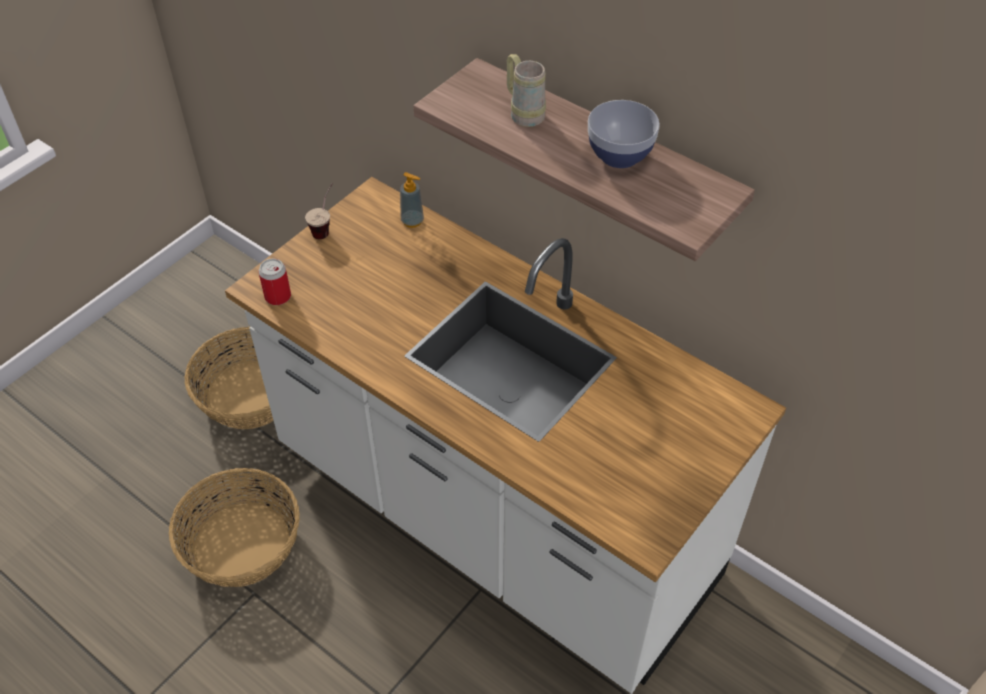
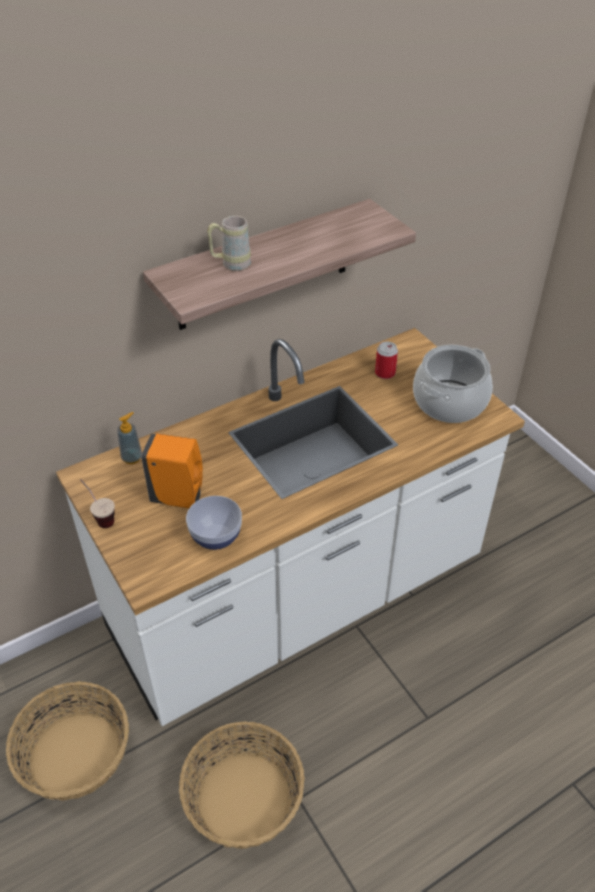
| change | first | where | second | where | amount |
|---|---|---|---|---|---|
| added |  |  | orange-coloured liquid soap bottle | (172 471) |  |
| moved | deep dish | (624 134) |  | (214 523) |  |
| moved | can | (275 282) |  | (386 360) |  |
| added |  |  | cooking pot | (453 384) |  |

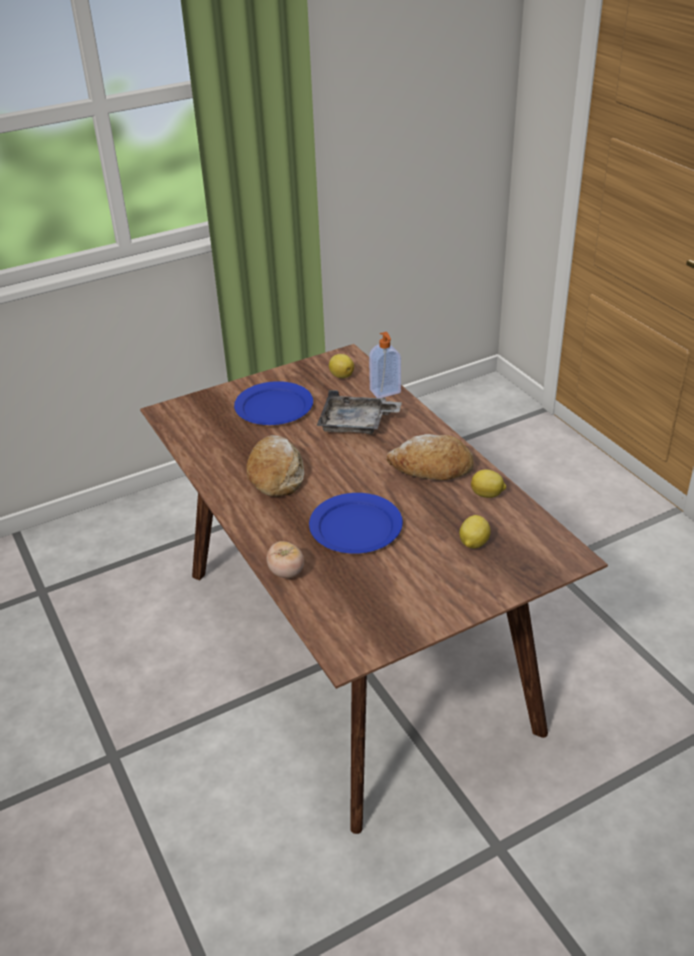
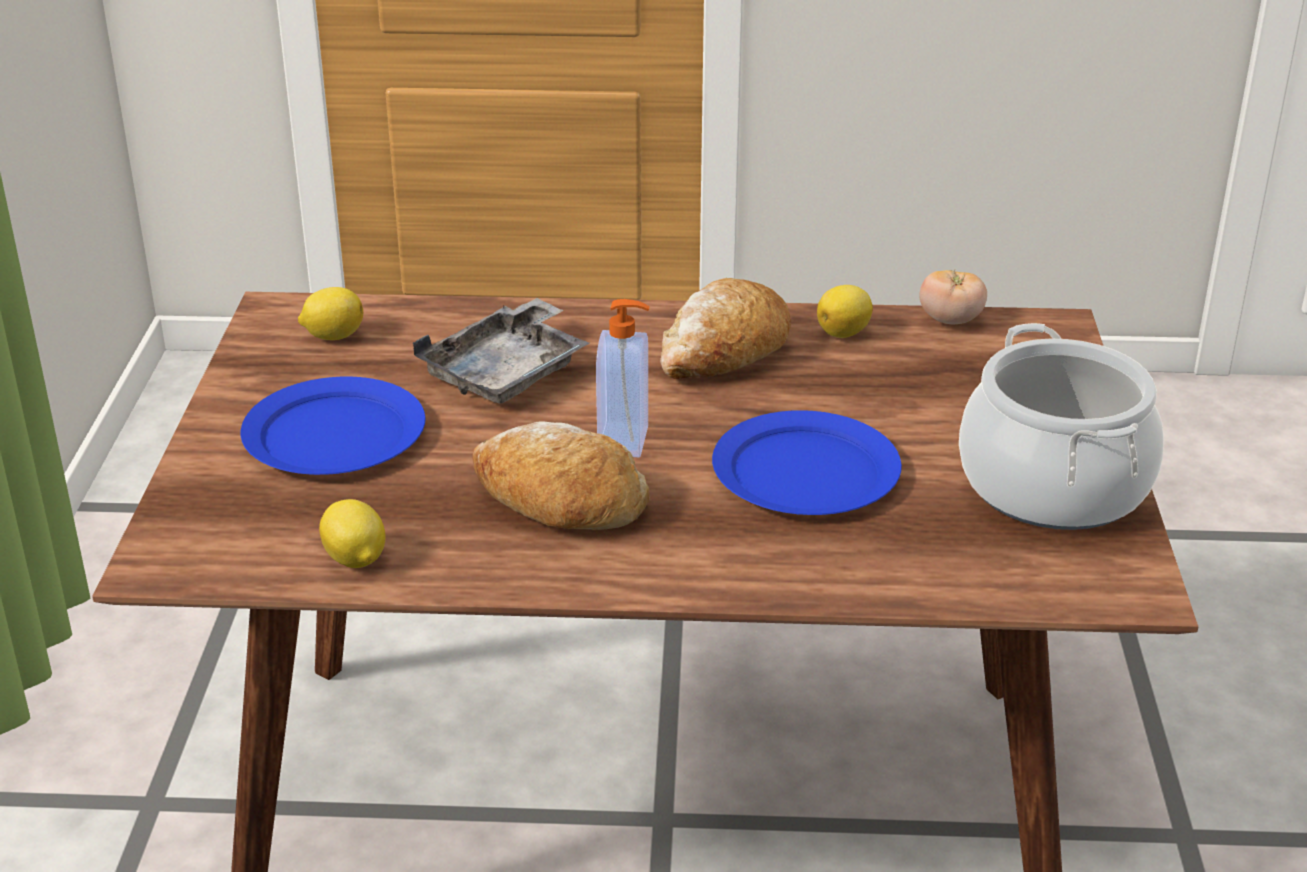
| change | first | where | second | where | amount |
|---|---|---|---|---|---|
| moved | lemon | (475 531) |  | (352 533) |  |
| moved | liquid soap bottle | (385 365) |  | (623 378) |  |
| moved | tomato | (285 559) |  | (953 297) |  |
| added |  |  | cooking pot | (1061 426) |  |

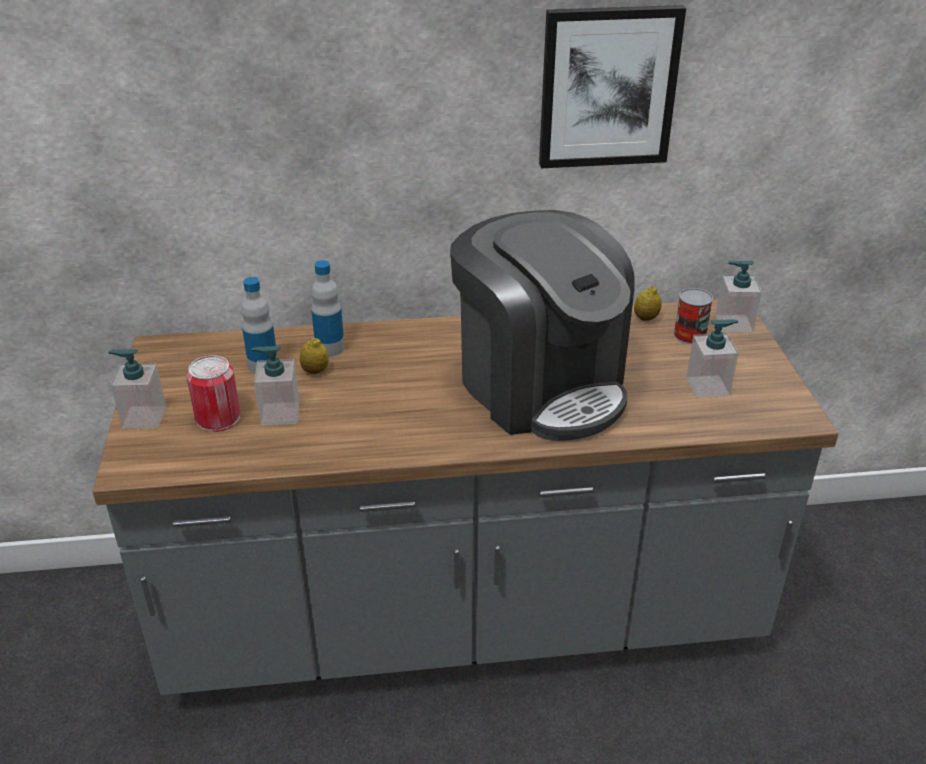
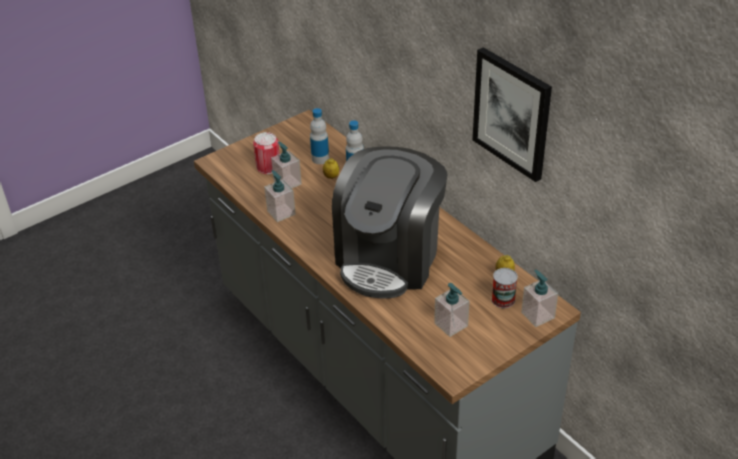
| change | first | where | second | where | amount |
|---|---|---|---|---|---|
| moved | liquid soap bottle | (137 389) |  | (280 196) |  |

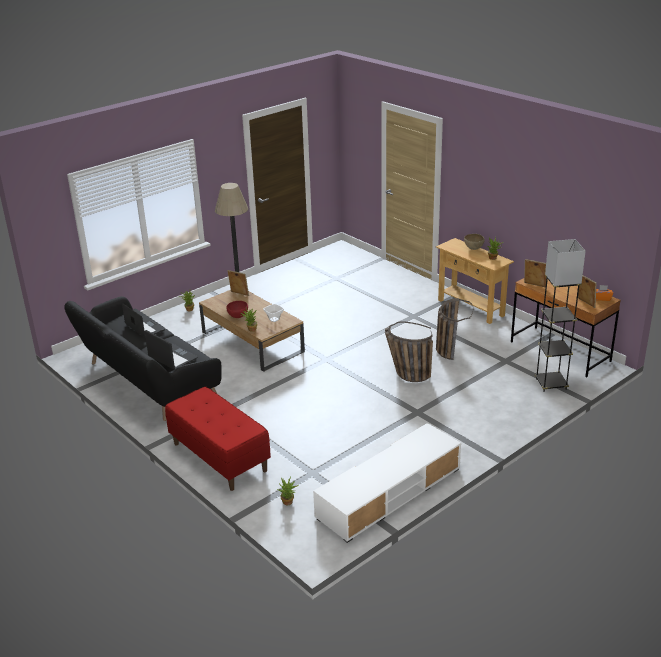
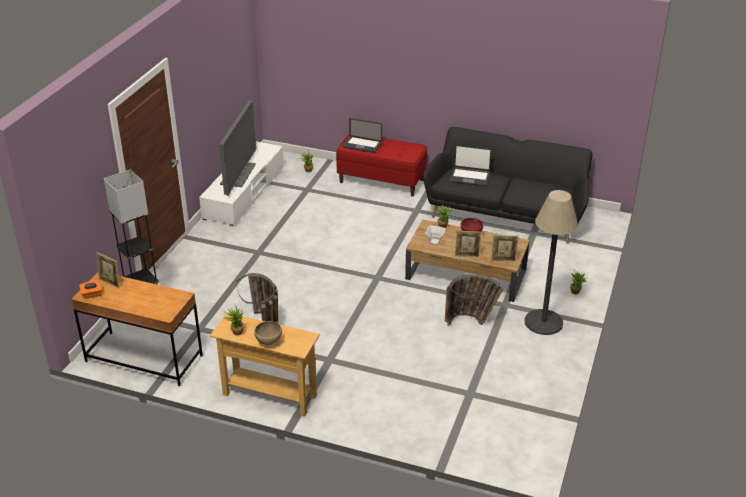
| change | first | where | second | where | amount |
|---|---|---|---|---|---|
| added |  |  | television | (238 148) |  |
| moved | laptop | (143 320) |  | (362 135) |  |
| moved | storage basket | (409 351) |  | (474 300) |  |
| moved | standing frame | (535 273) |  | (468 244) |  |

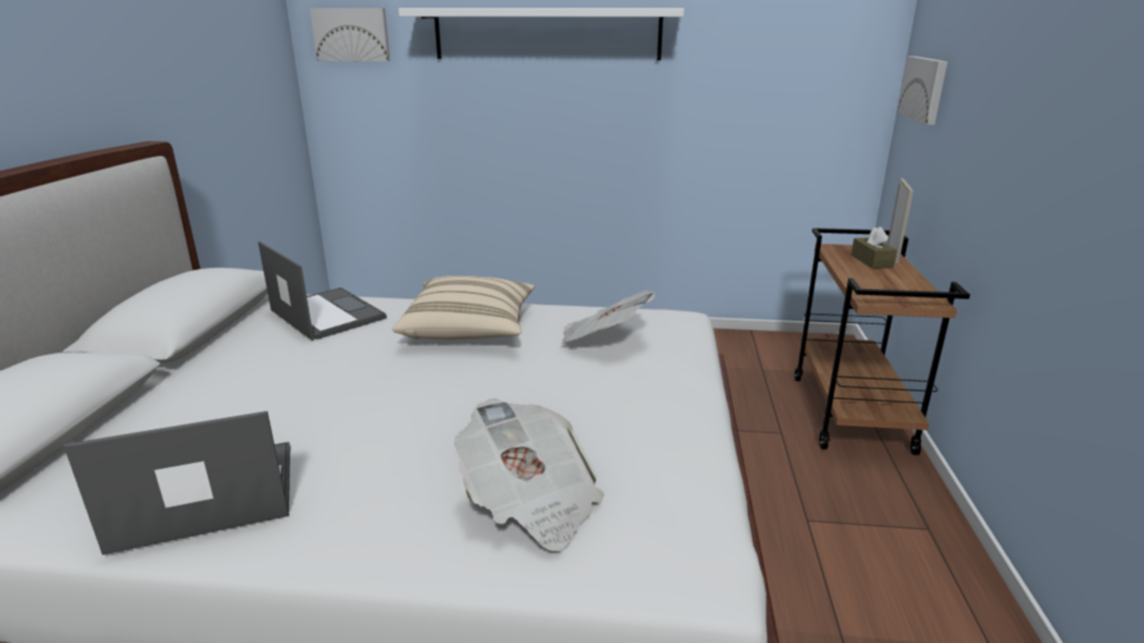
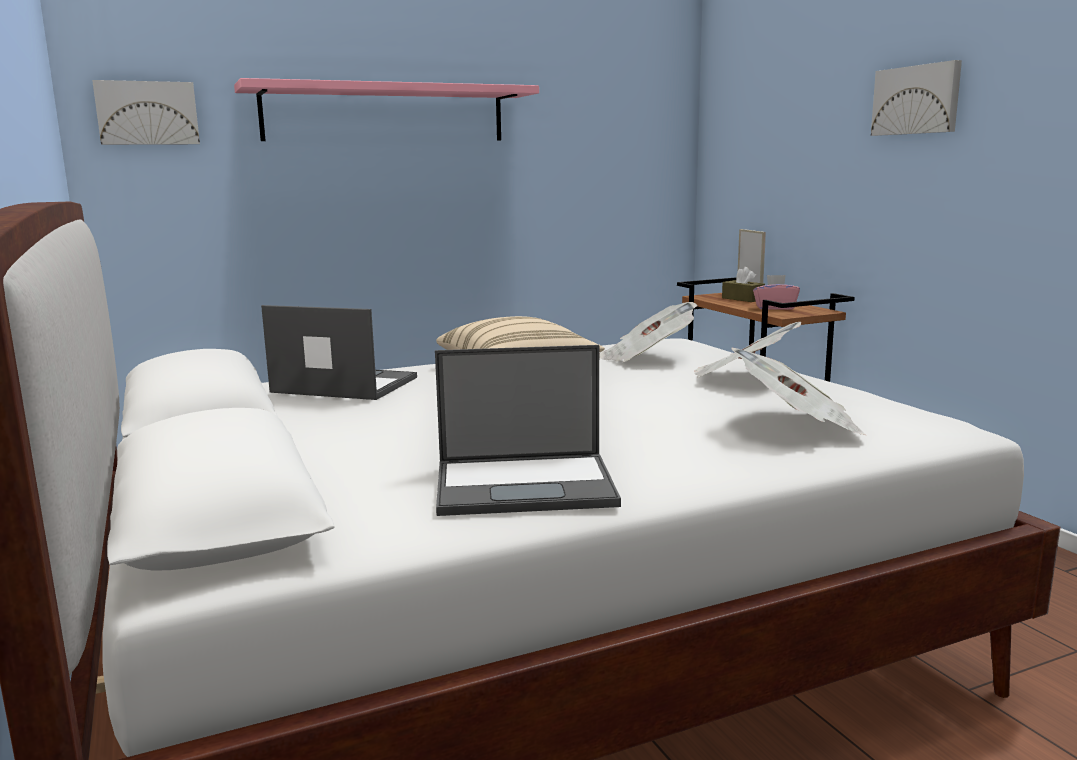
| change | first | where | second | where | amount |
|---|---|---|---|---|---|
| recoloured | white-coloured bracket shelf | (541 34) | pink-coloured bracket shelf | (386 109) |  |
| turned | laptop | (177 483) |  | (528 430) | 135 degrees counterclockwise |
| added |  |  | daily paper | (747 350) |  |
| added |  |  | pink-coloured tissue holder | (776 292) |  |
| moved | wall art | (922 90) |  | (916 98) |  |

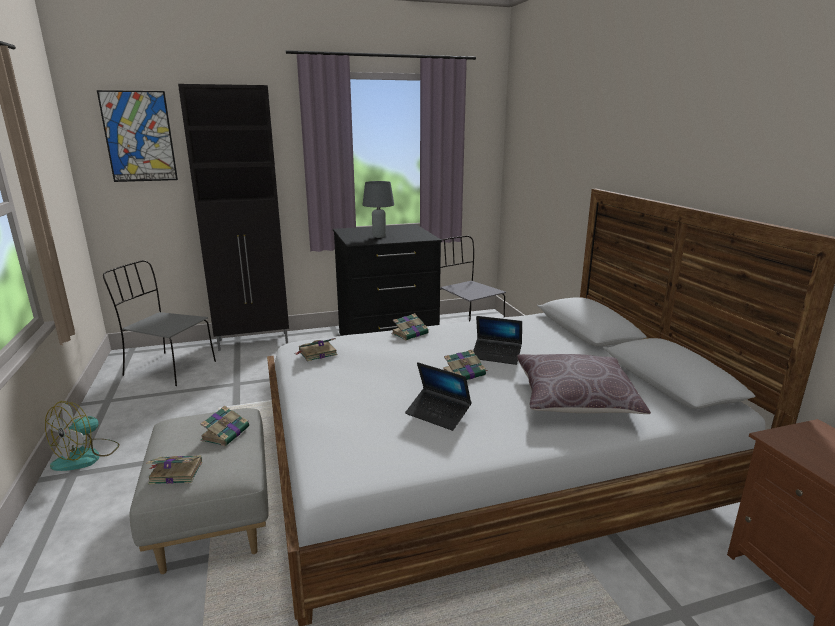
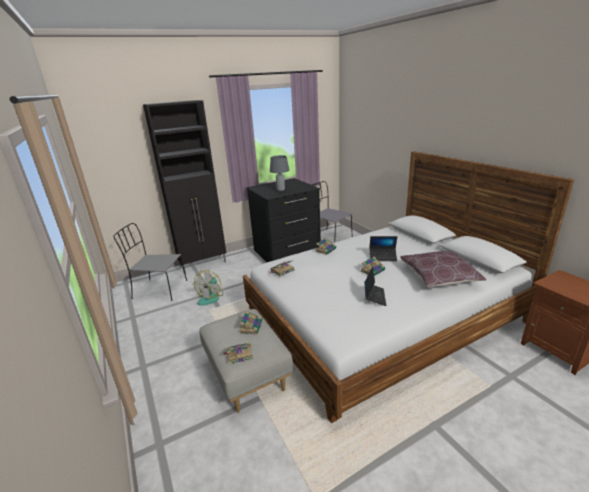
| change | first | where | second | where | amount |
|---|---|---|---|---|---|
| moved | cooling fan | (82 436) |  | (208 288) |  |
| turned | laptop | (438 396) |  | (375 286) | 105 degrees counterclockwise |
| removed | wall art | (137 136) |  |  |  |

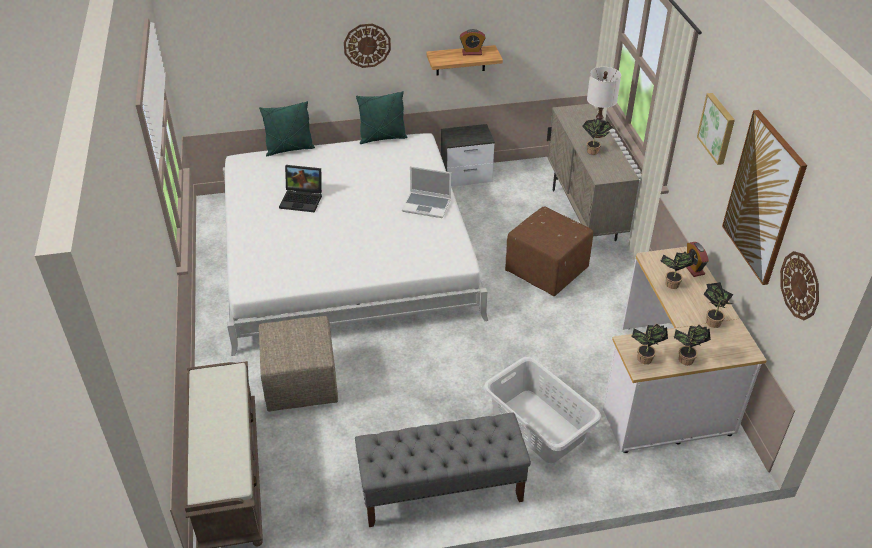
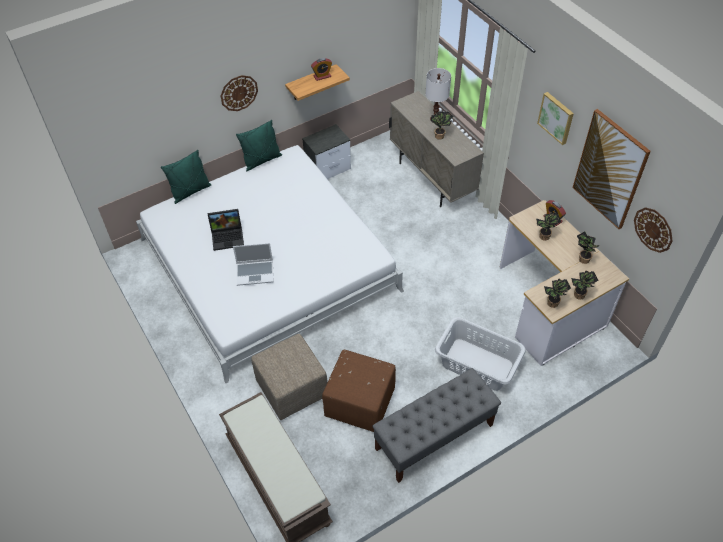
| change | first | where | second | where | amount |
|---|---|---|---|---|---|
| moved | laptop | (426 192) |  | (253 264) |  |
| moved | brown ottoman | (549 251) |  | (359 390) |  |

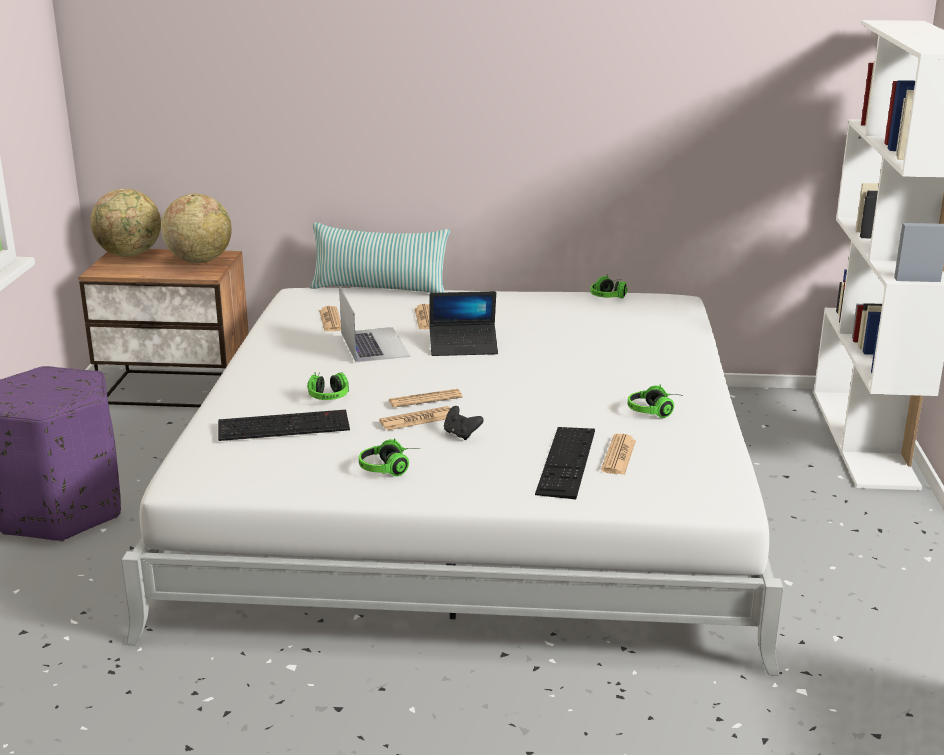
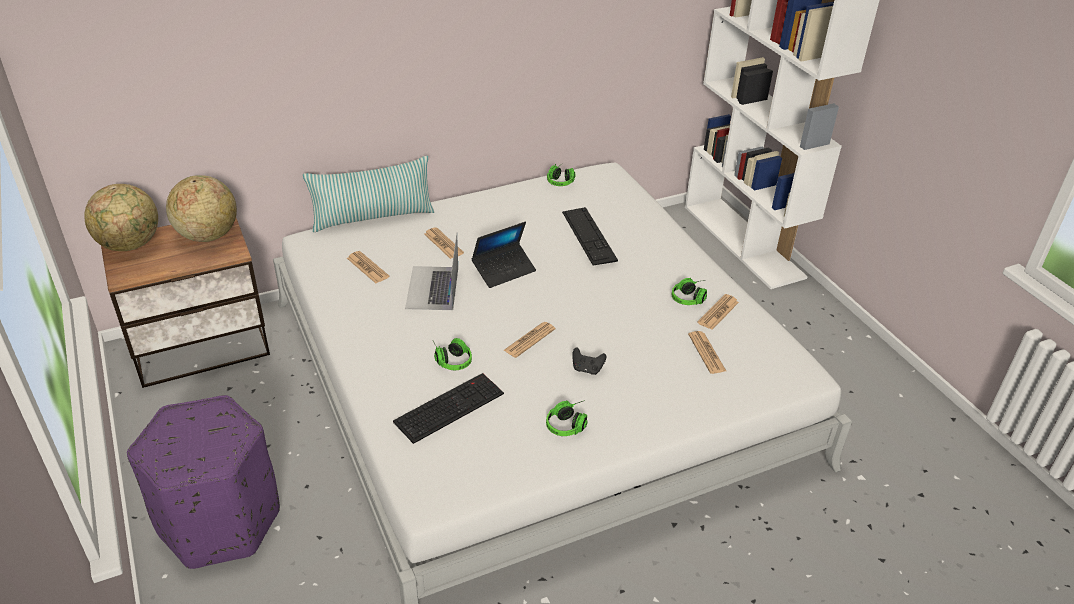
| change | first | where | second | where | amount |
|---|---|---|---|---|---|
| turned | laptop | (374 324) |  | (431 271) | 135 degrees counterclockwise |
| moved | keyboard | (565 463) |  | (590 236) |  |
| moved | daily paper | (415 418) |  | (718 312) |  |

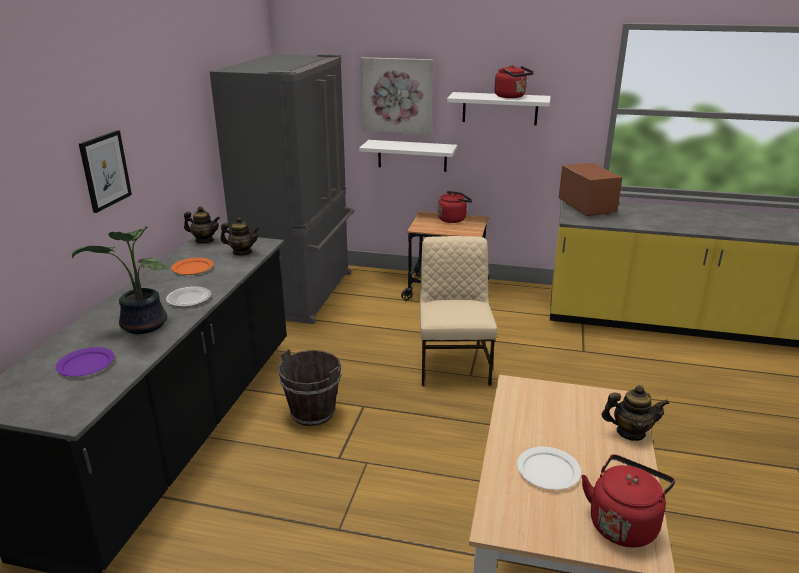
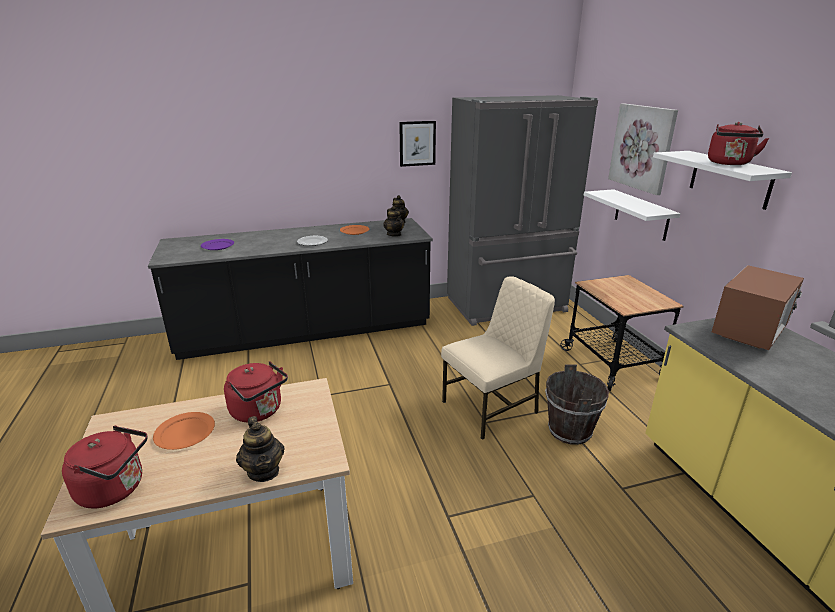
| change | first | where | second | where | amount |
|---|---|---|---|---|---|
| recoloured | white-coloured dinner plate | (549 468) | orange-coloured dinner plate | (184 431) |  |
| moved | red water kettle | (455 207) |  | (256 392) |  |
| moved | wall art | (105 171) |  | (417 144) |  |
| moved | brown bucket | (309 387) |  | (577 404) |  |
| removed | potted plant | (121 280) |  |  |  |

